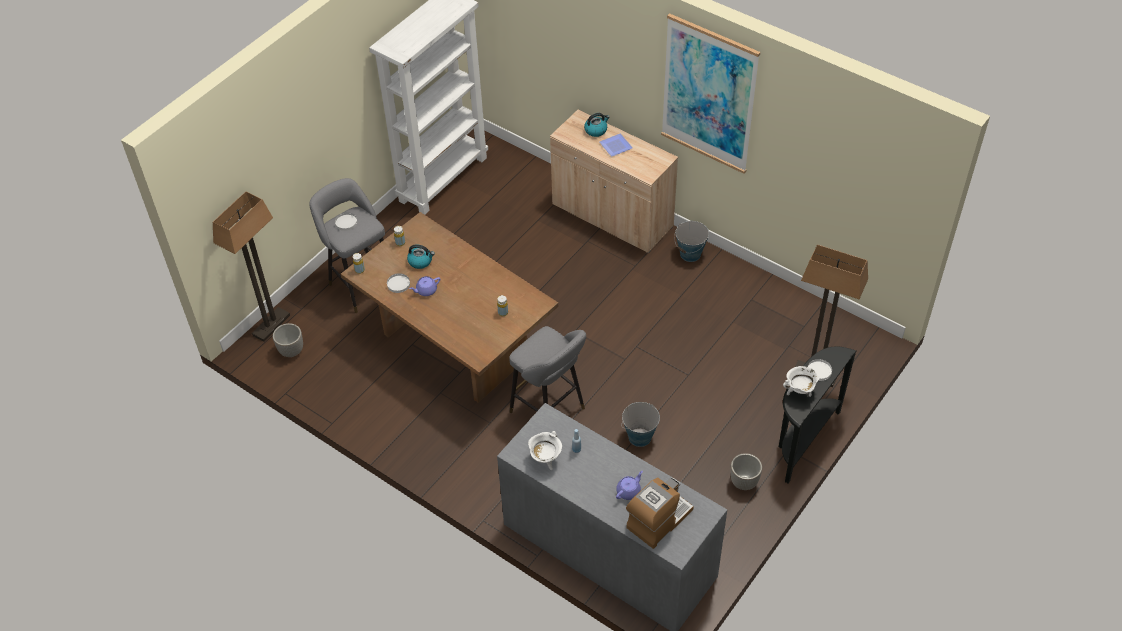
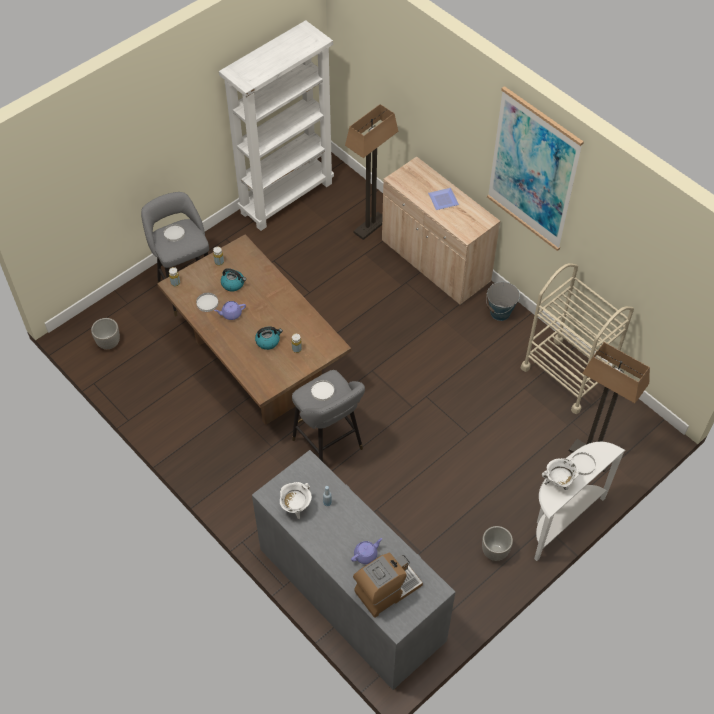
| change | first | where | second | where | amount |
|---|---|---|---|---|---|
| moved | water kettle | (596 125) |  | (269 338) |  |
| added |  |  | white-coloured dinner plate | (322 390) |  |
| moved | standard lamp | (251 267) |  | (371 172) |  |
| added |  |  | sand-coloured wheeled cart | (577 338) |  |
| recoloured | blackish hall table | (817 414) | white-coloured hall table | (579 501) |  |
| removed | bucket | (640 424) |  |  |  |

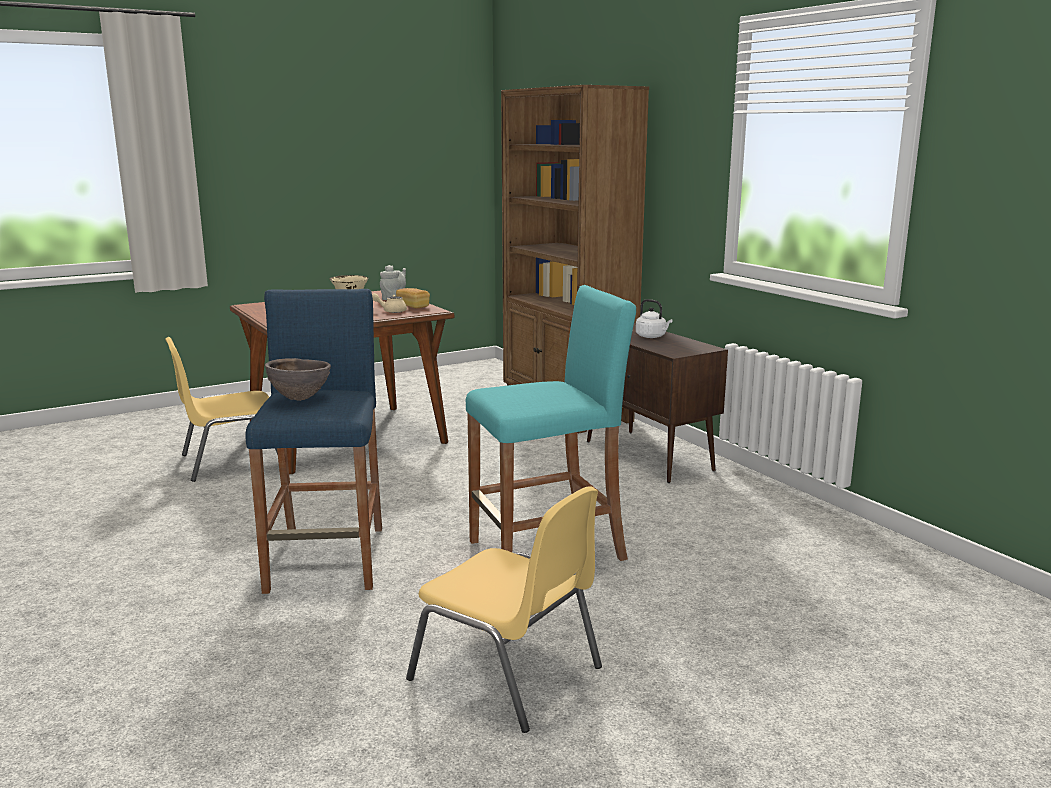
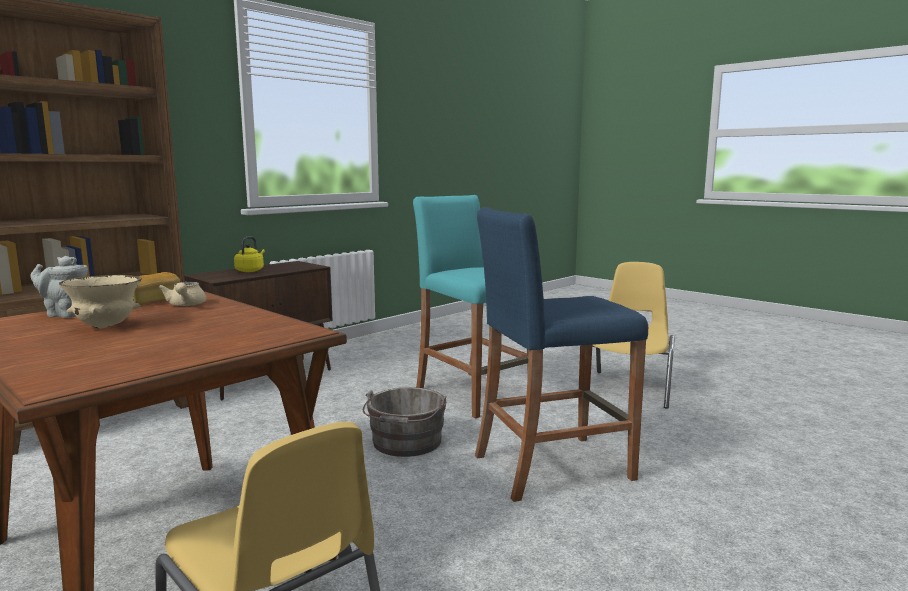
| change | first | where | second | where | amount |
|---|---|---|---|---|---|
| recoloured | white-coloured water kettle | (654 318) | yellow-coloured water kettle | (249 254) |  |
| added |  |  | greyish bucket | (405 422) |  |
| removed | brown deep dish | (298 379) |  |  |  |

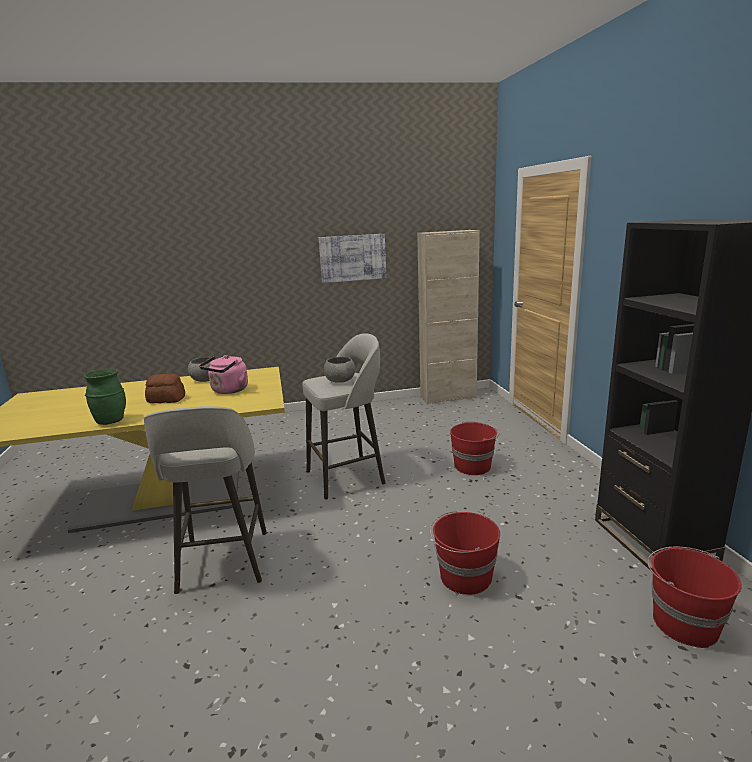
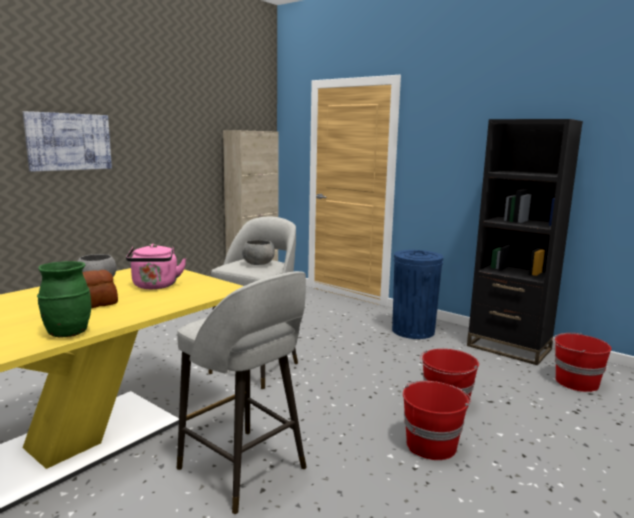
| change | first | where | second | where | amount |
|---|---|---|---|---|---|
| moved | wall art | (352 258) |  | (67 141) |  |
| added |  |  | blue-coloured trash can | (417 294) |  |
| moved | red bucket | (474 448) |  | (437 420) |  |

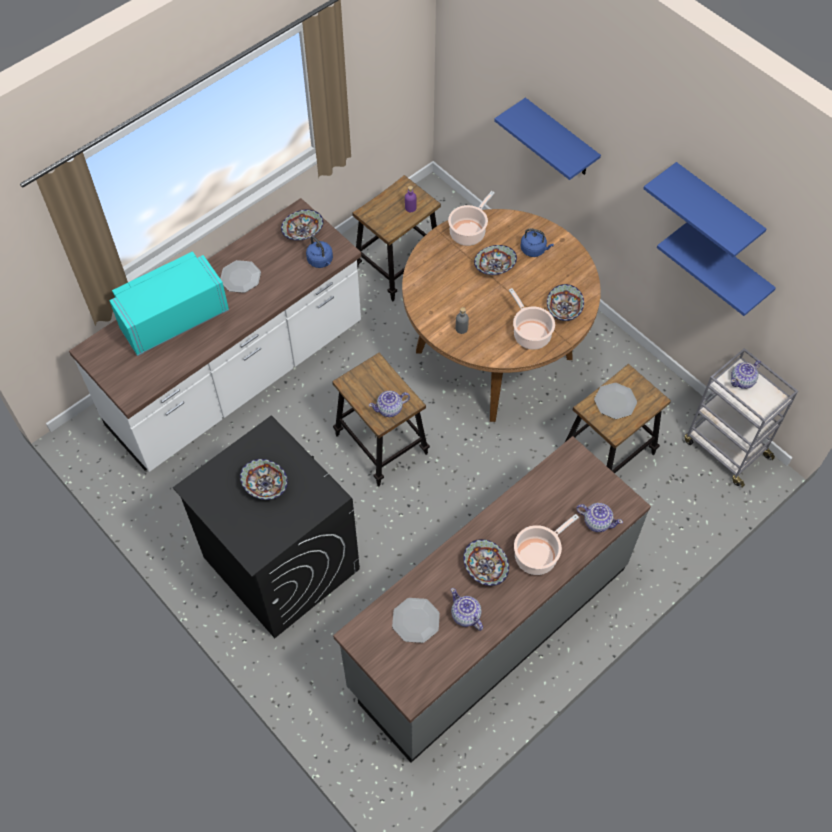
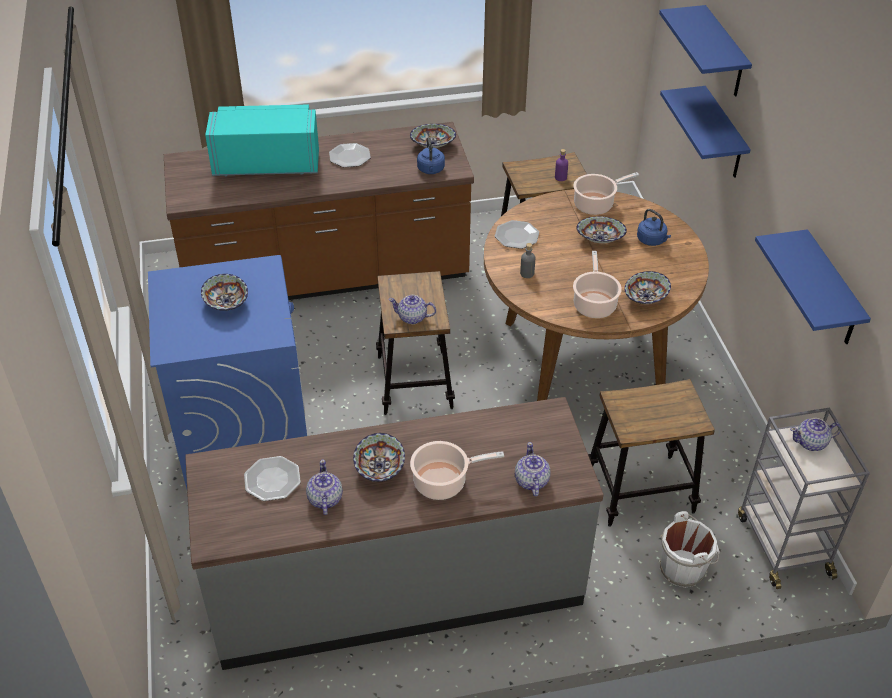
| change | first | where | second | where | amount |
|---|---|---|---|---|---|
| recoloured | blackish laundry appliance | (266 526) | blue-coloured laundry appliance | (227 372) |  |
| recoloured | white-coloured kitchen base unit | (215 335) | brown kitchen base unit | (319 211) |  |
| moved | dinner plate | (615 401) |  | (517 234) |  |
| turned | pot for tea | (599 517) |  | (533 469) | 150 degrees counterclockwise |
| moved | blue-coloured bracket shelf | (704 210) |  | (705 51) |  |
| added |  |  | white-coloured bucket | (689 549) |  |

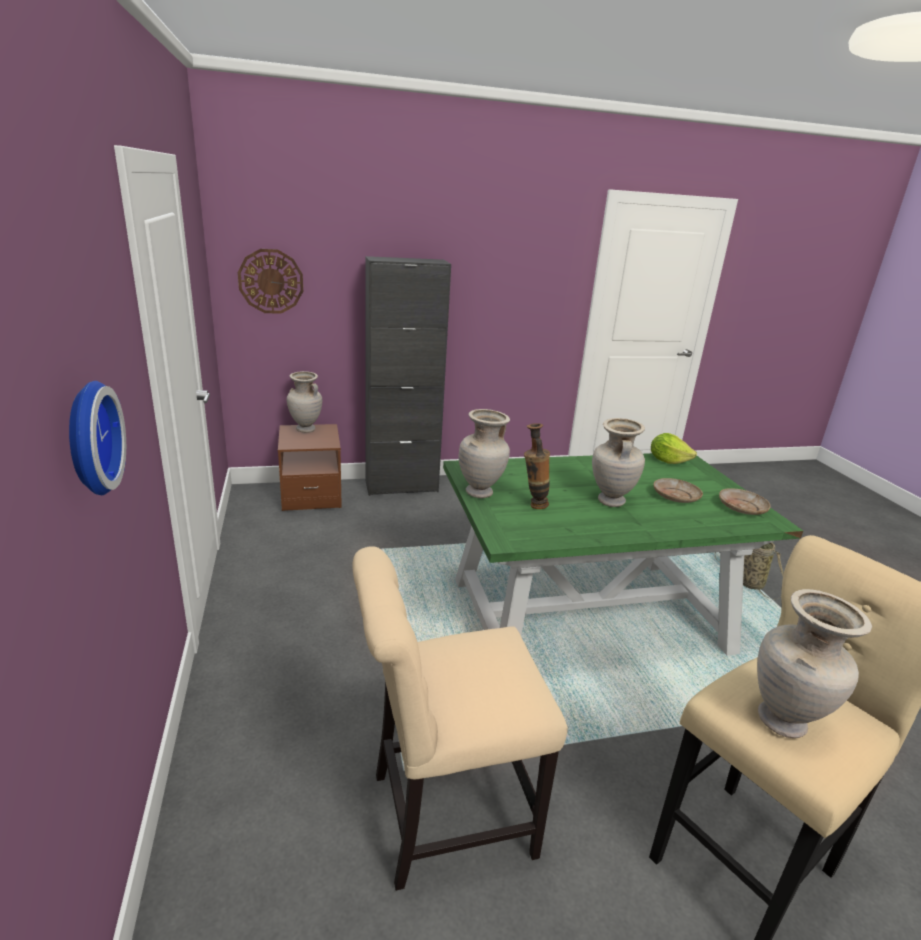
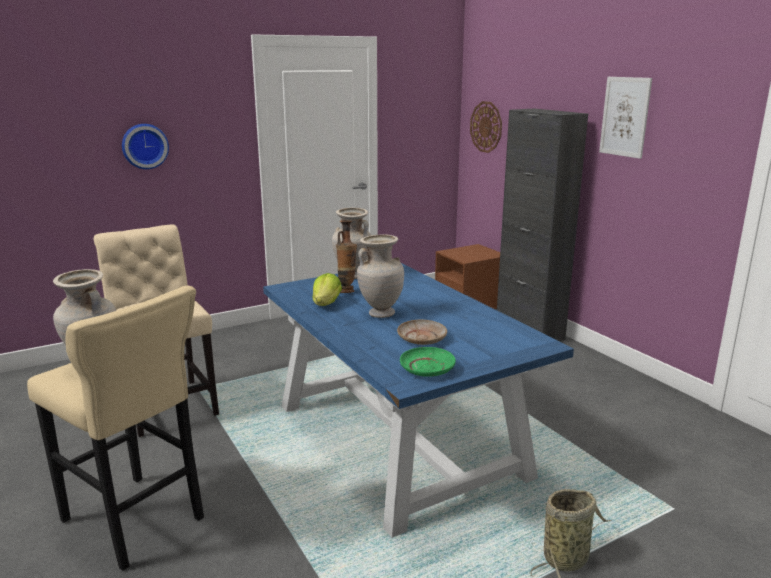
| change | first | where | second | where | amount |
|---|---|---|---|---|---|
| recoloured | green-coloured kitchen table | (623 554) | blue-coloured kitchen table | (418 400) |  |
| moved | lettuce | (674 448) |  | (327 289) |  |
| recoloured | sand-coloured dinner plate | (745 501) | green-coloured dinner plate | (428 362) |  |
| added |  |  | wall art | (625 118) |  |
| removed | sand-coloured decorative vase | (304 402) |  |  |  |

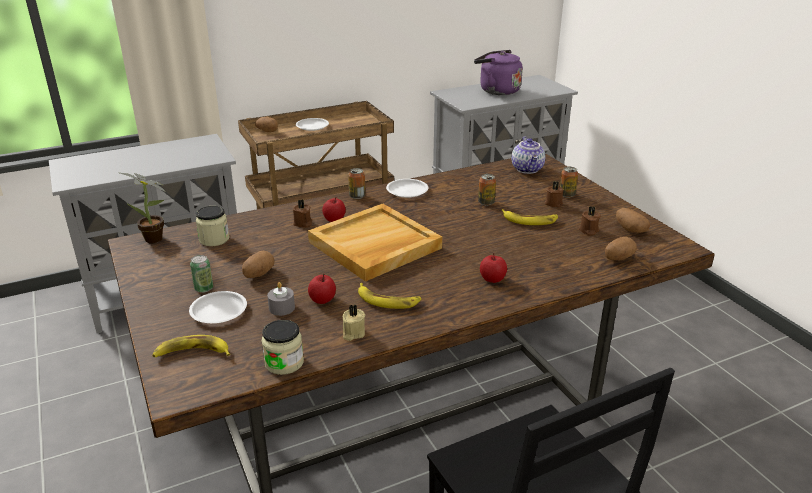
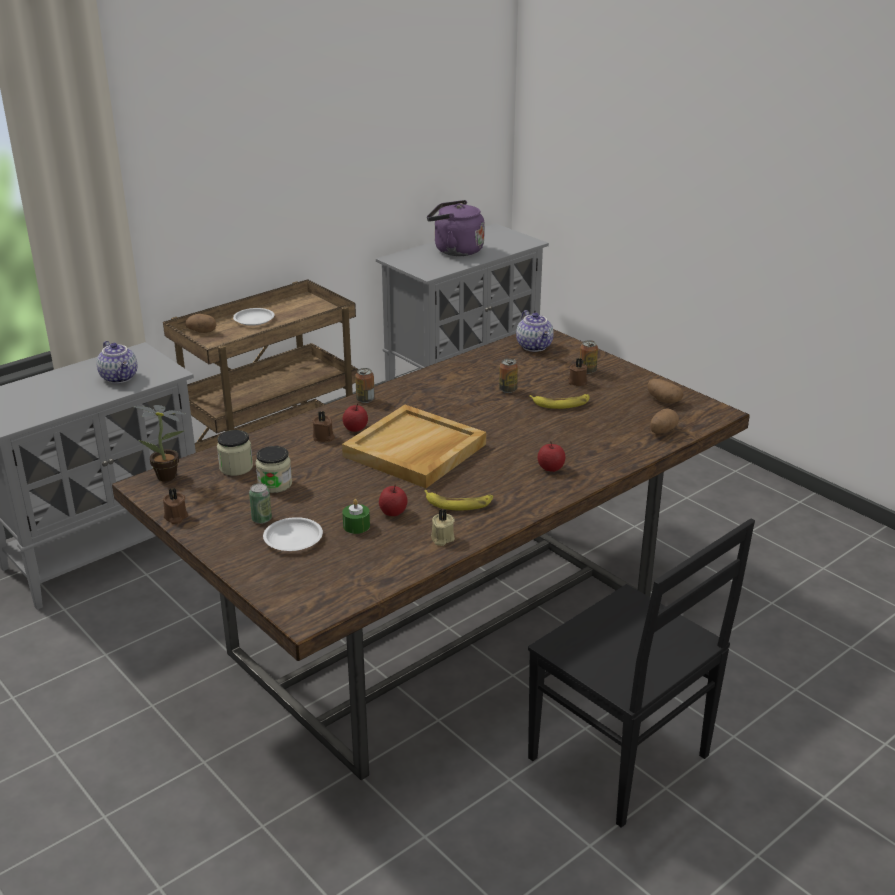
| change | first | where | second | where | amount |
|---|---|---|---|---|---|
| added |  |  | pot for tea | (116 362) |  |
| moved | brown wax candle | (590 221) |  | (175 506) |  |
| moved | preserve jar | (283 347) |  | (274 469) |  |
| recoloured | greyish wax candle | (281 299) | green-coloured wax candle | (356 516) |  |
| removed | banana | (191 346) |  |  |  |
| removed | spud | (258 264) |  |  |  |
| removed | white-coloured dinner plate | (407 188) |  |  |  |

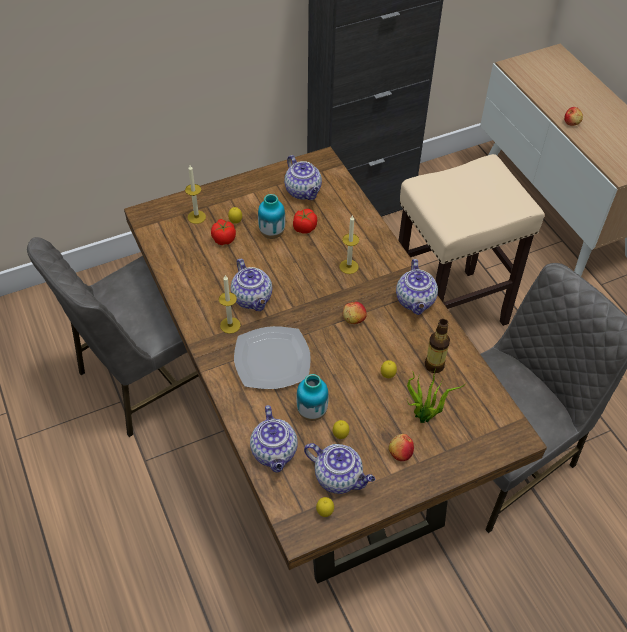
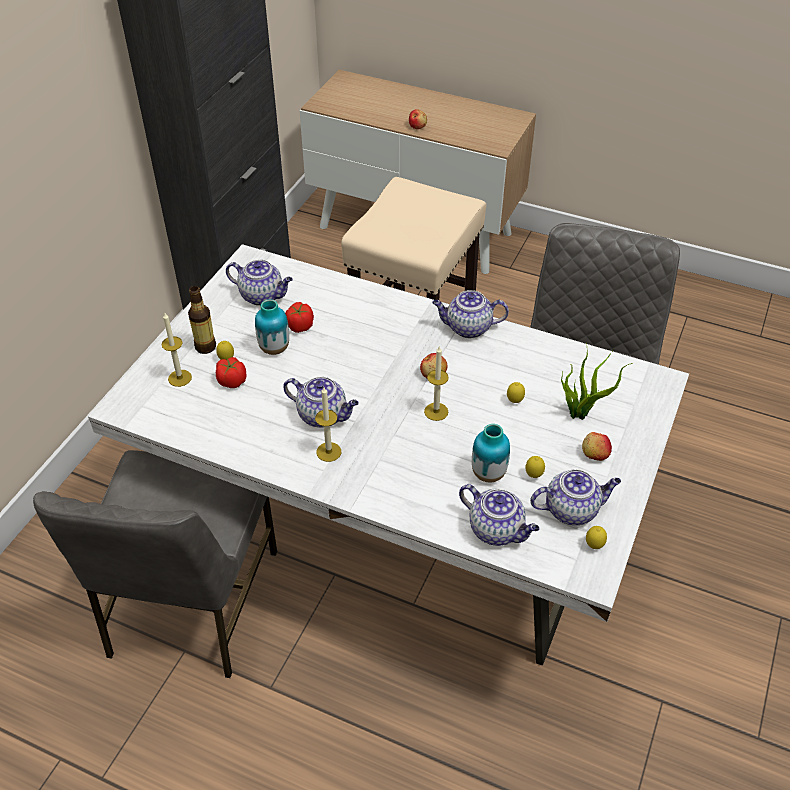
| change | first | where | second | where | amount |
|---|---|---|---|---|---|
| recoloured | brown kitchen table | (335 365) | white-coloured kitchen table | (388 455) |  |
| moved | beverage bottle | (437 346) |  | (202 320) |  |
| moved | wax candle | (349 244) |  | (436 384) |  |
| turned | pot for tea | (417 287) |  | (470 314) | 135 degrees clockwise |
| removed | dinner plate | (272 357) |  |  |  |

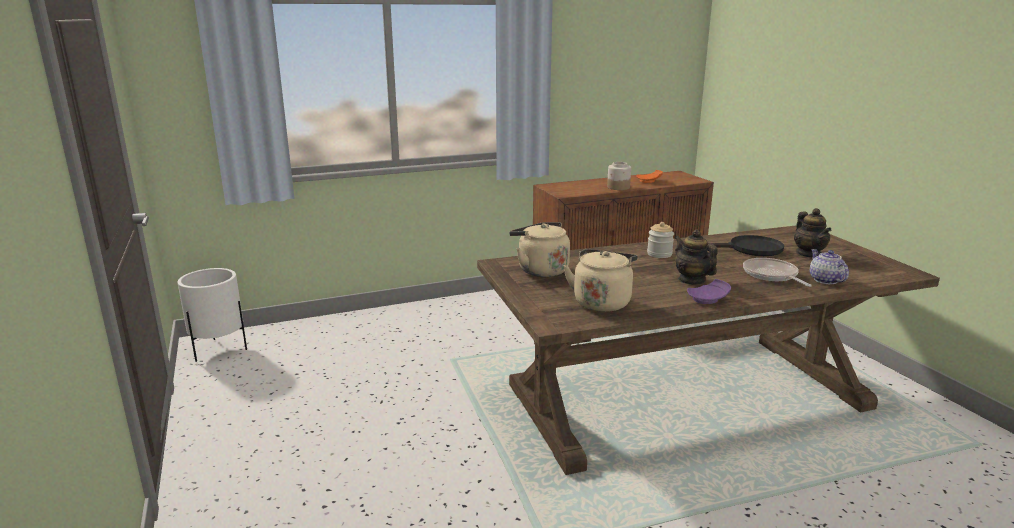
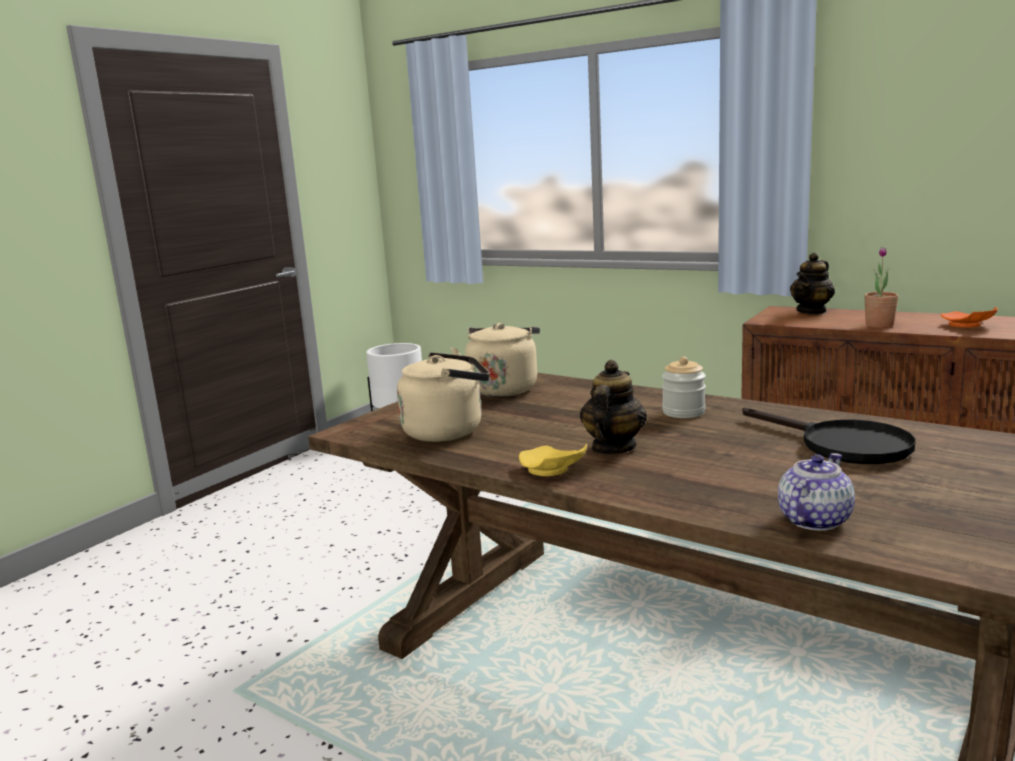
| change | first | where | second | where | amount |
|---|---|---|---|---|---|
| recoloured | purplish dinner plate | (709 291) | yellow-coloured dinner plate | (553 460) |  |
| moved | pot for tea | (812 233) |  | (812 283) |  |
| replaced | preserve jar | (619 176) | potted plant | (881 287) |  |
| removed | skillet | (777 272) |  |  |  |

